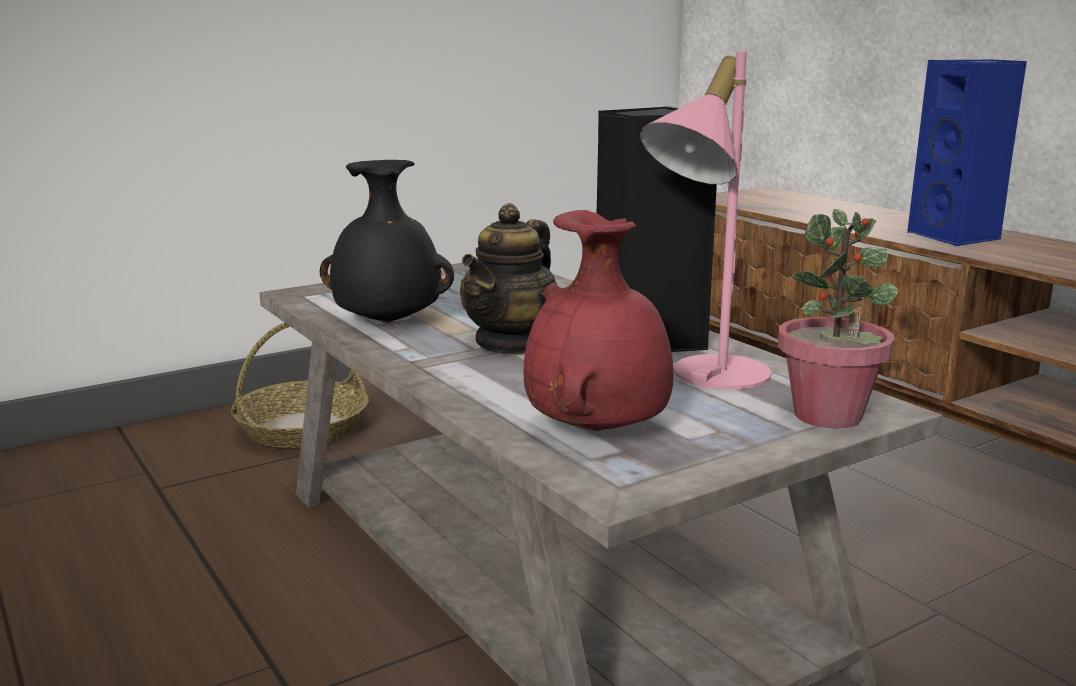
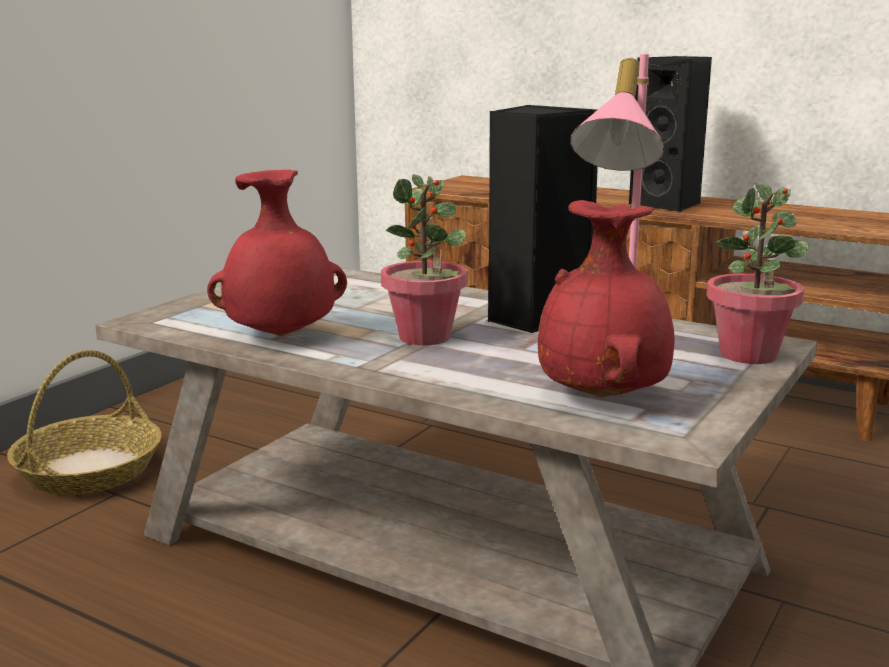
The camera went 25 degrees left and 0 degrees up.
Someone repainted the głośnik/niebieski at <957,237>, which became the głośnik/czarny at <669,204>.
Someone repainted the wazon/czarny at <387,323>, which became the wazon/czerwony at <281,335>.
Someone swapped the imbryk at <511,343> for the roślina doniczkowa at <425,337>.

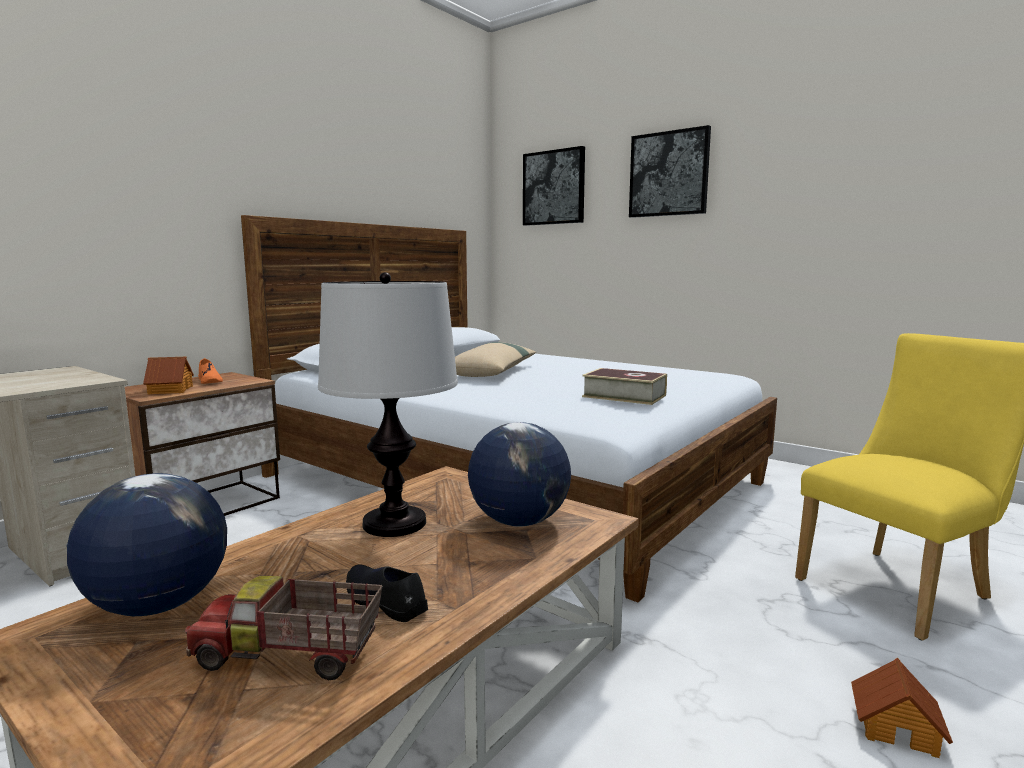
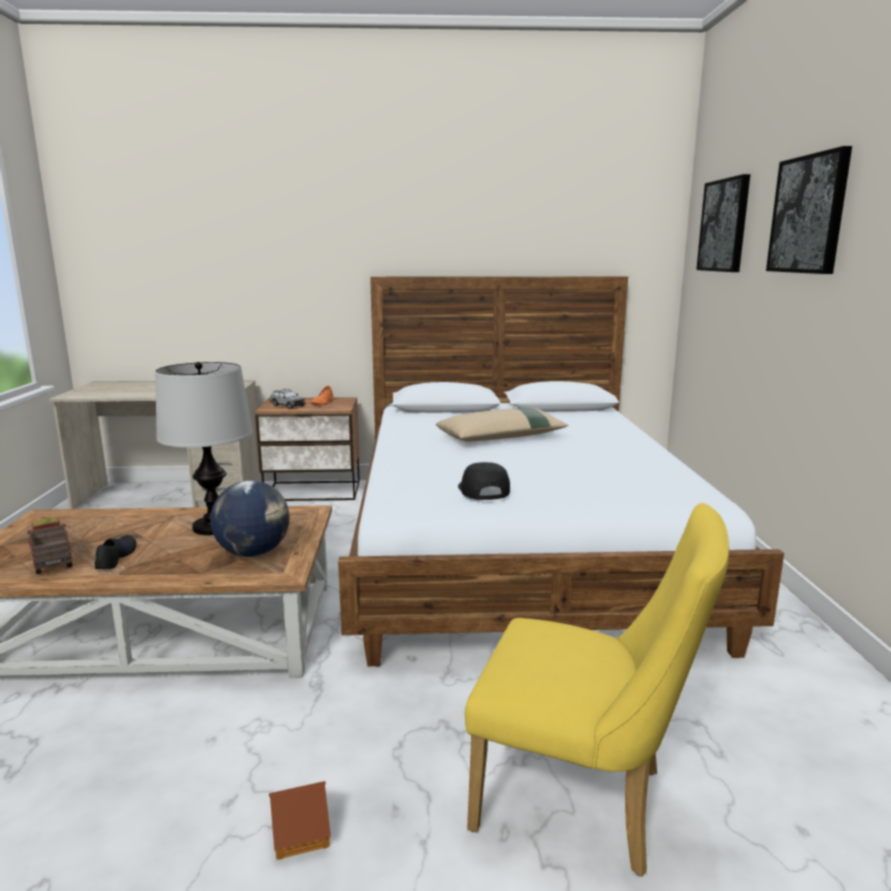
The camera went 50 degrees right and 5 degrees up.
Someone swapped the domek at <170,390> for the samochodzik/szary at <287,405>.
Someone swapped the książka at <624,396> for the czapka z daszkiem/czarny at <482,489>.
Someone took away the globus at <158,605>.

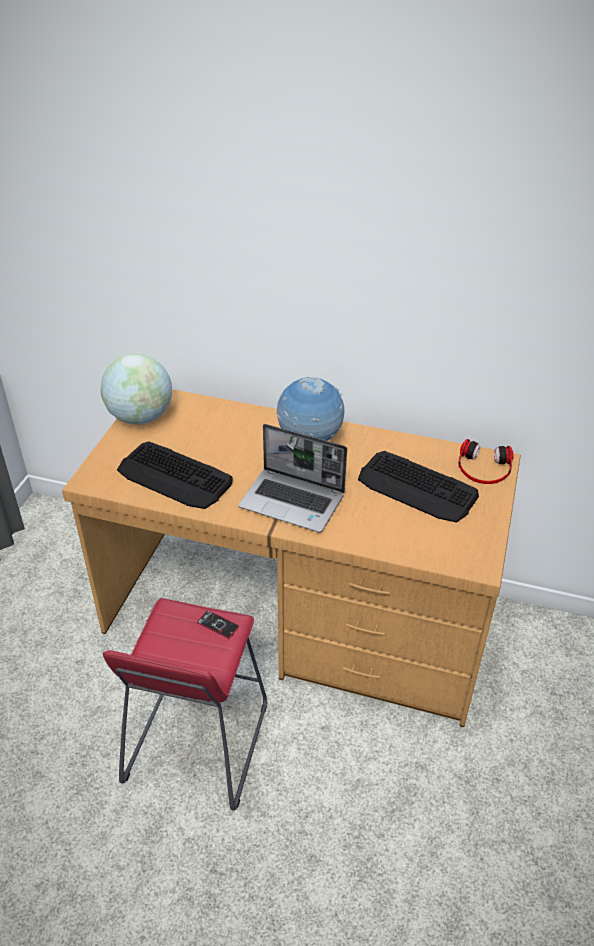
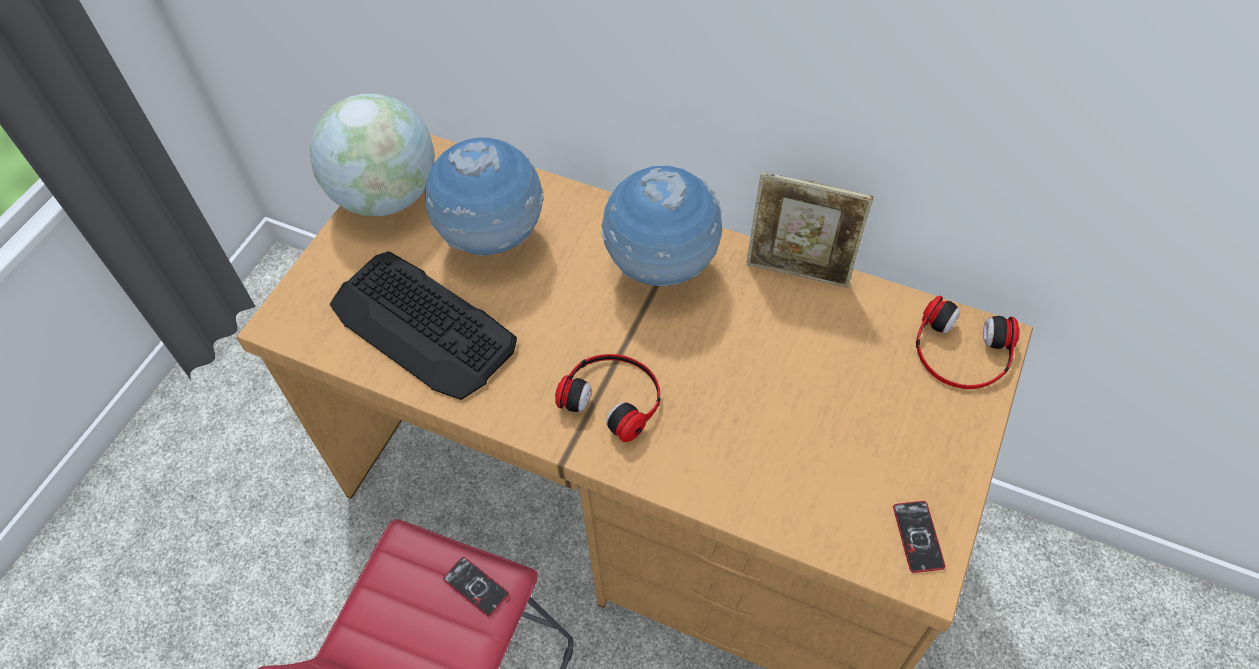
The camera went 10 degrees right and 15 degrees up.
Someone swapped the laptop at <293,501> for the słuchawki at <613,396>.
Someone took away the klawiatura at <417,488>.
Someone put down the globus at <493,238>.
Someone put down the ramka na zdjęcie at <799,271>.
Someone put down the telefon at <918,537>.

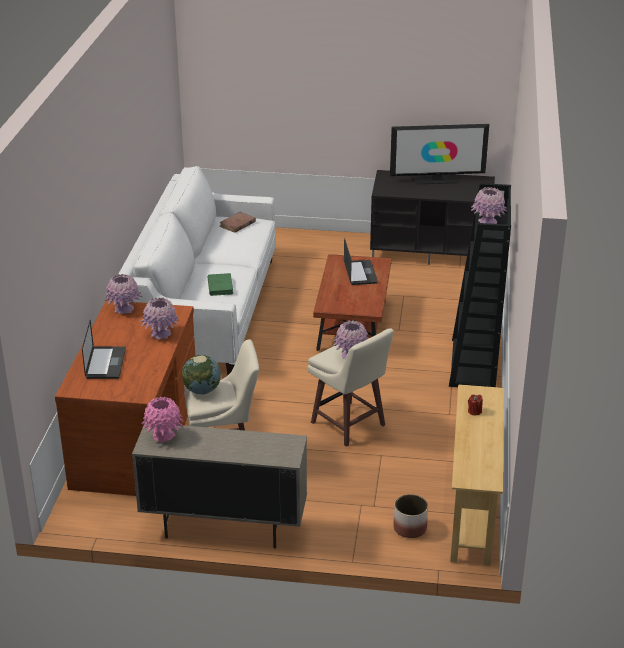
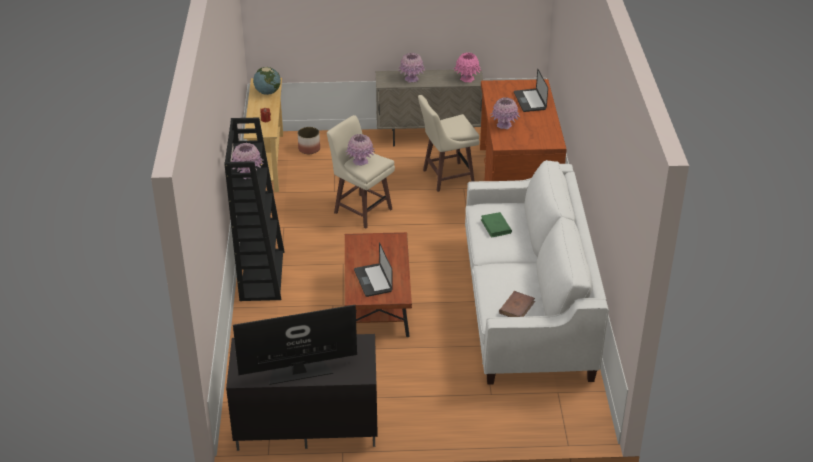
The camera went 170 degrees right and 5 degrees up.
Someone carried the wazon/różowy from <124,309> to <411,79>.
Someone carried the globus from <202,390> to <267,92>.

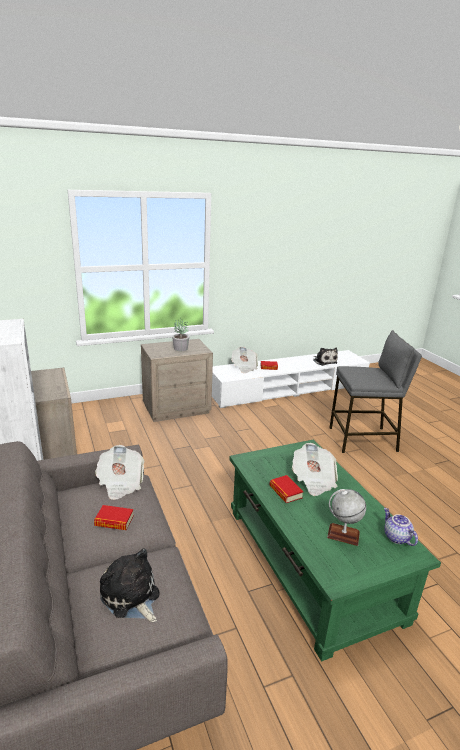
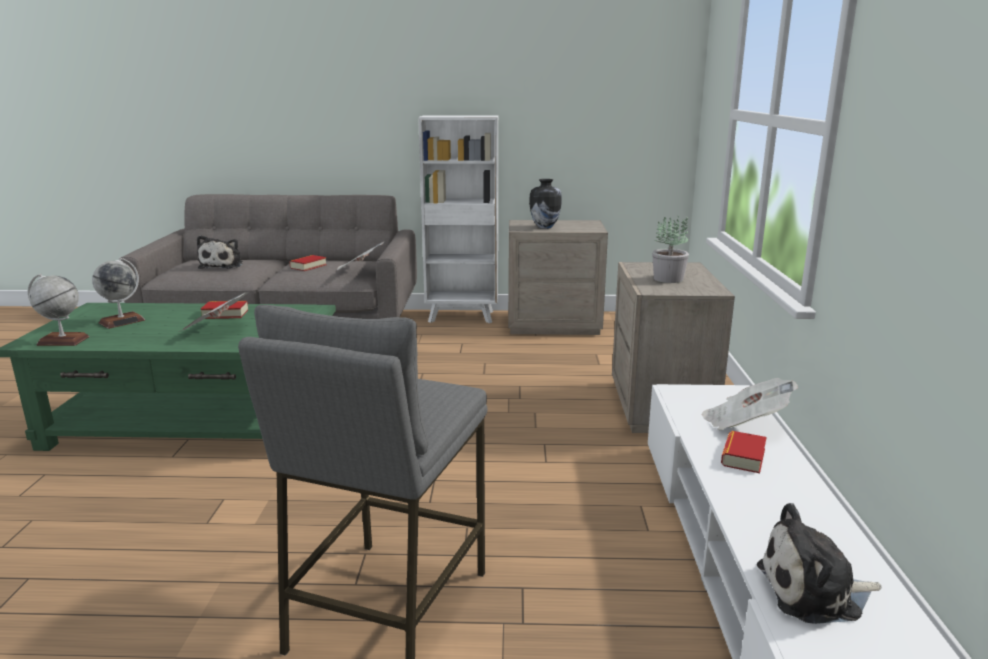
The camera went 115 degrees right and 5 degrees down.
Someone swapped the imbryk at <396,537> for the globus at <63,341>.
Someone rotated the pluszak at <131,597> by 105 degrees clockwise.
Someone put down the wazon at <544,227>.

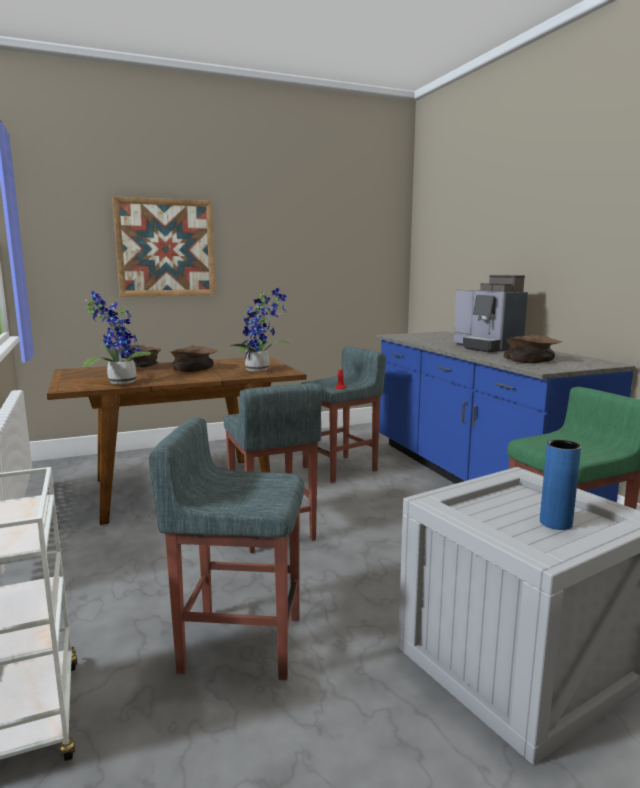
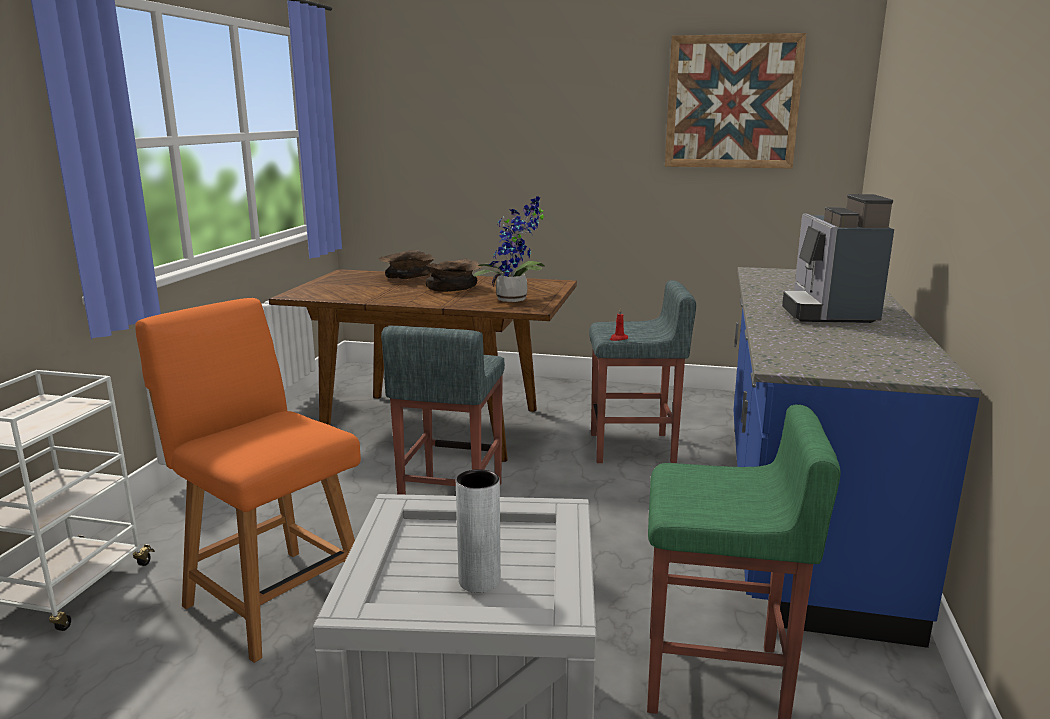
The camera went 35 degrees right and 5 degrees up.
Someone carried the obraz from <165,248> to <732,102>.
Someone took away the roślina doniczkowa at <119,382>.
Someone took away the miska/brązowy at <530,360>.
Someone swapped the stołek/szary at <240,643> for the krzesło/pomarańczowy at <272,598>.
Someone repainted the wazon/niebieski at <555,523>, which became the wazon/szary at <479,581>.

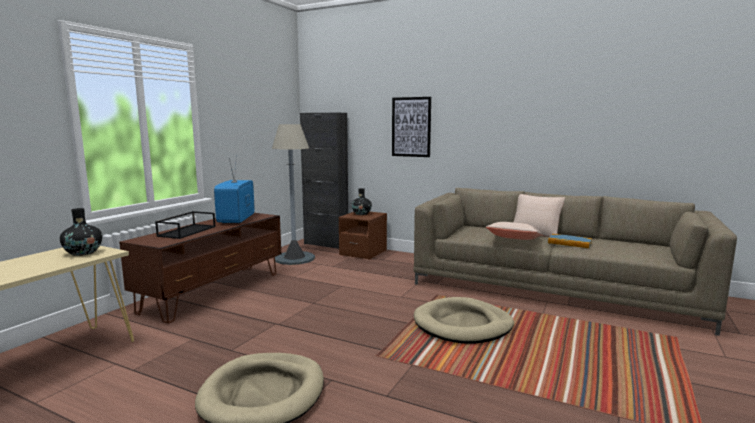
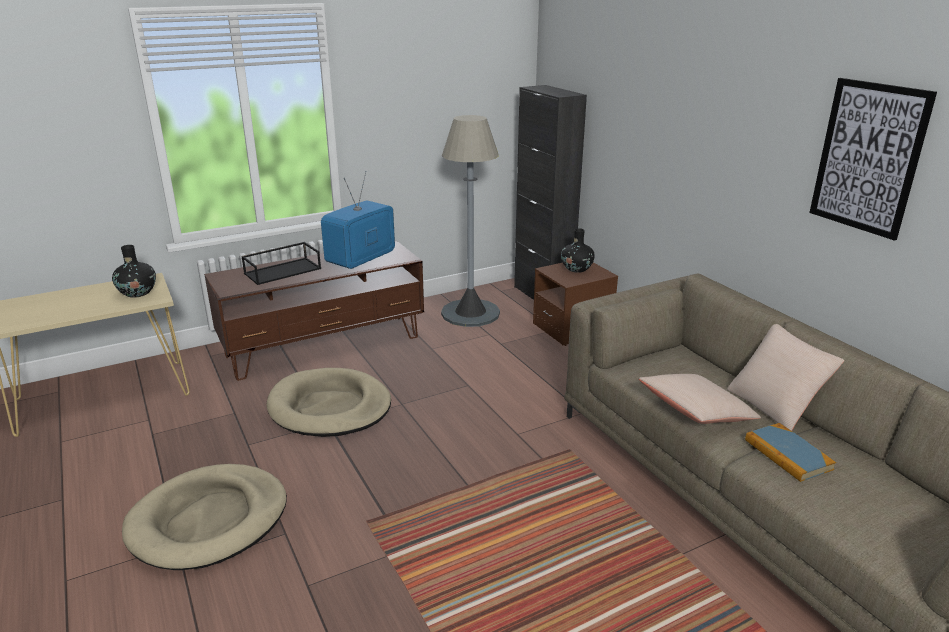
The camera went 35 degrees right and 15 degrees up.
Someone carried the obraz from <411,127> to <868,157>.
Someone carried the legowisko/beżowy from <463,325> to <330,407>.

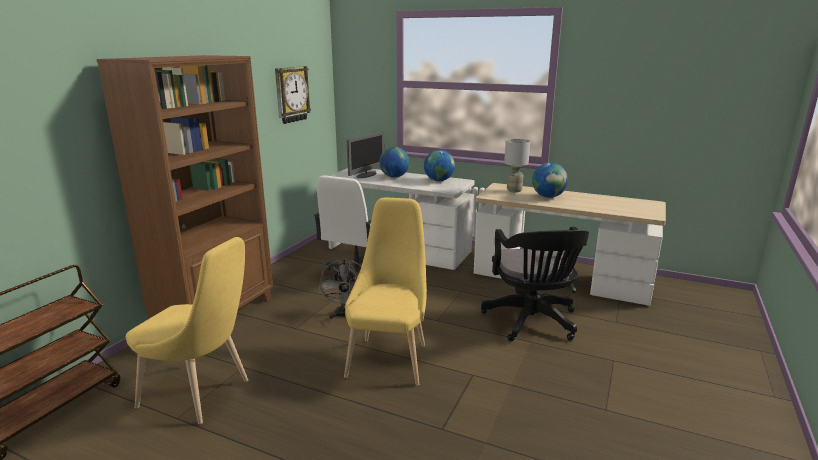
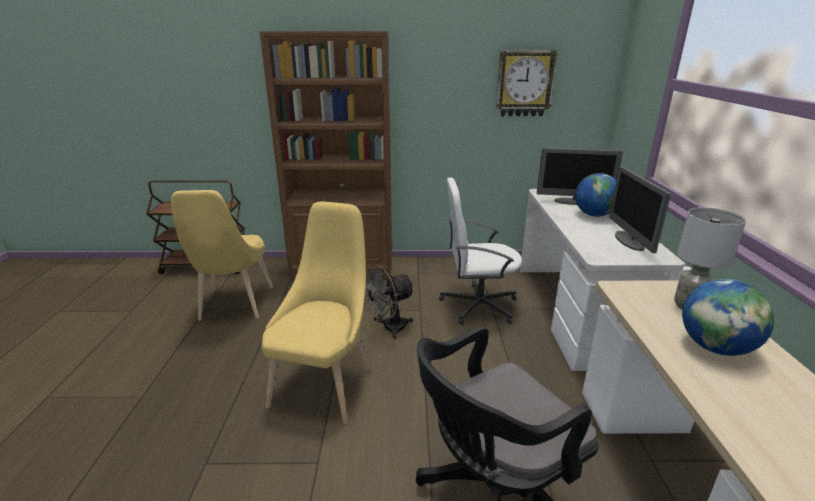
The camera went 65 degrees right and 5 degrees up.
Someone swapped the globus at <439,180> for the monitor at <629,241>.
Someone rotated the krzesło/żółty at <389,357> by 60 degrees counterclockwise.

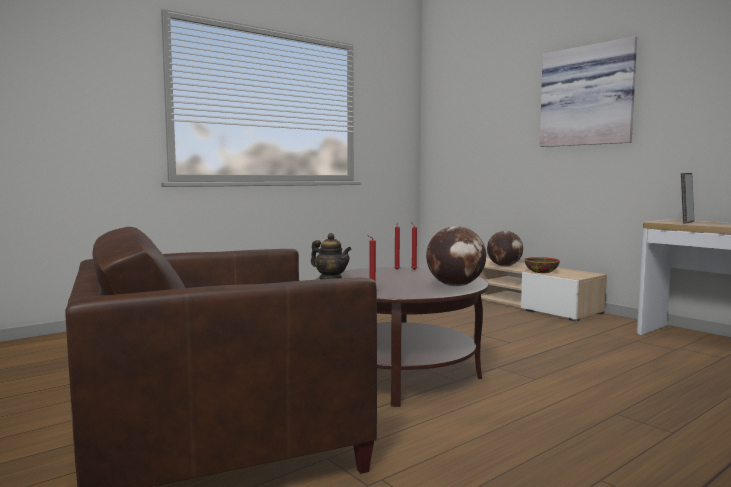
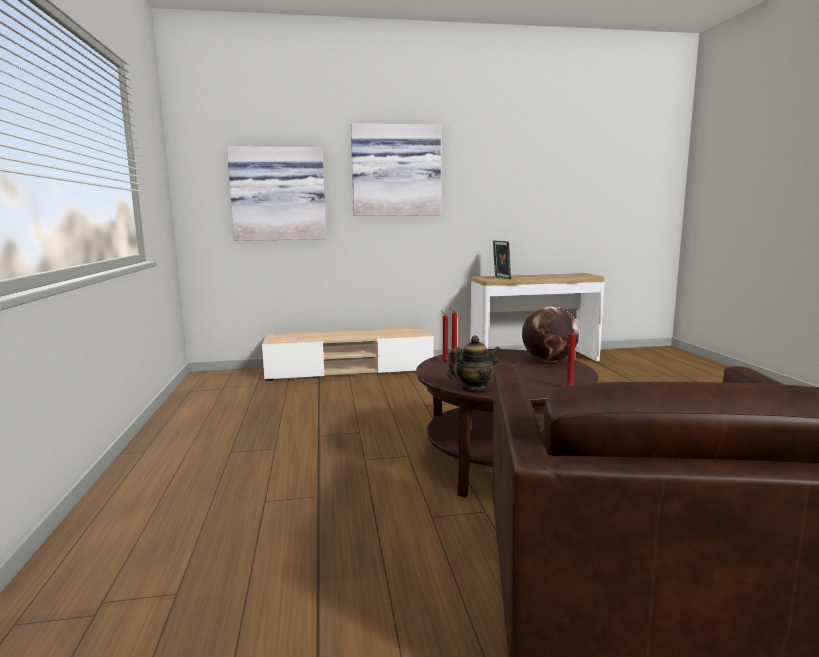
The camera went 60 degrees left and 5 degrees up.
Someone took away the globus at <504,266>.
Someone took away the miska at <541,271>.
Someone put up the obraz at <278,194>.

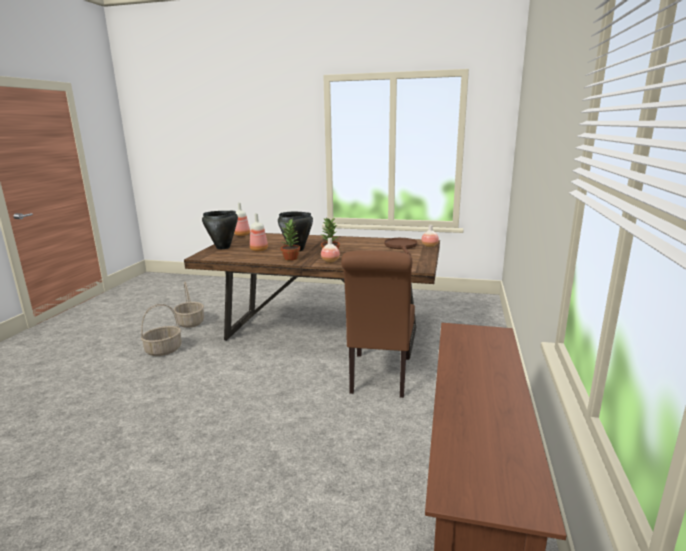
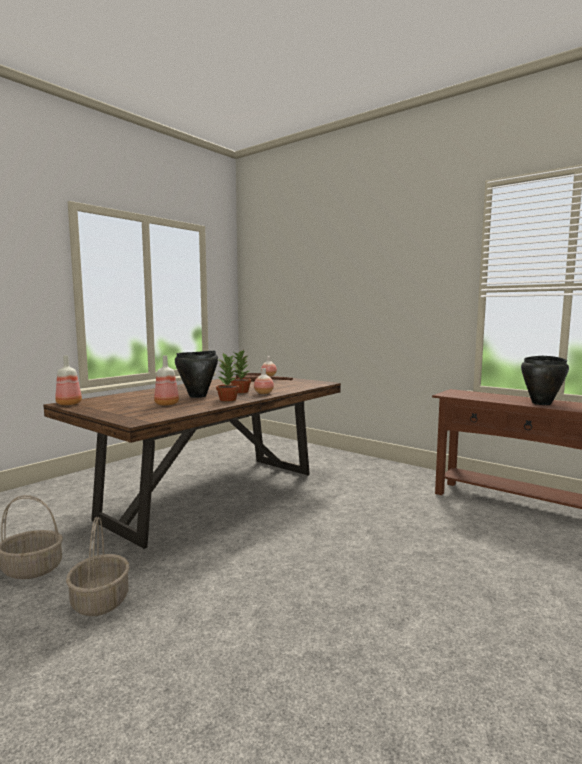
The camera went 65 degrees left and 10 degrees down.
Someone carried the garnek/czarny from <223,247> to <542,403>.
Someone took away the krzesło/brązowy at <379,377>.

